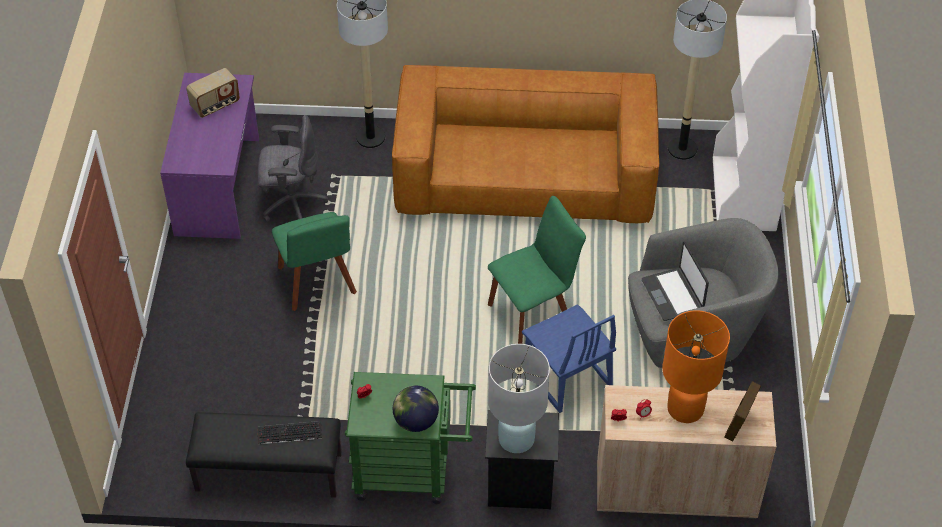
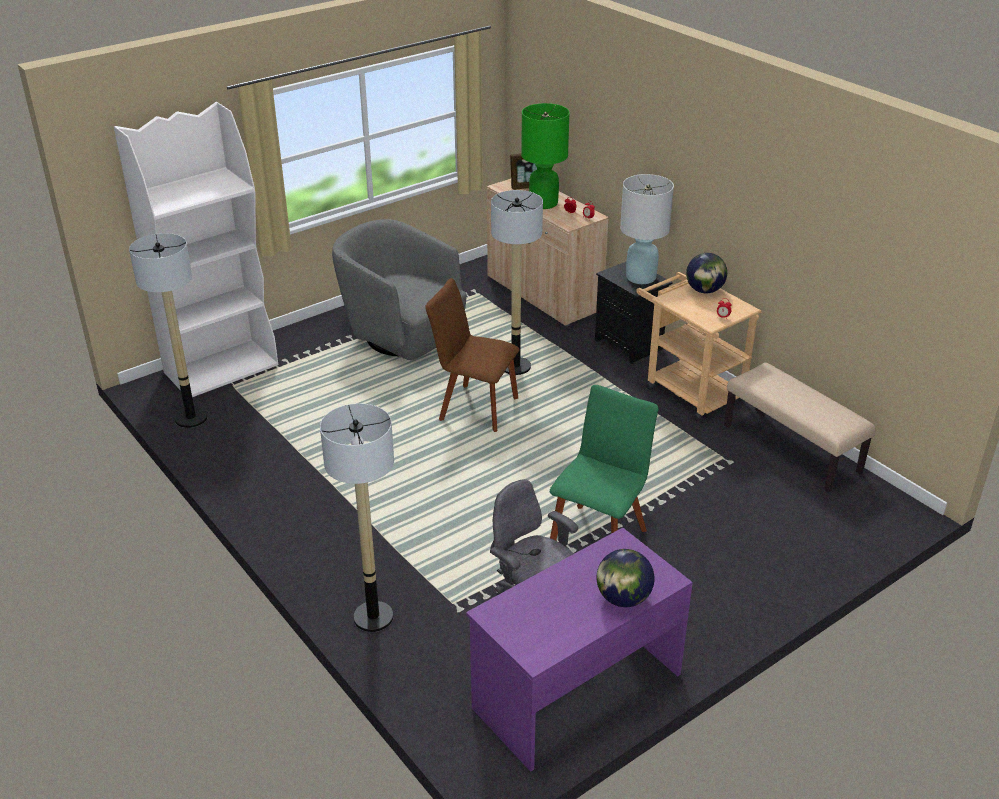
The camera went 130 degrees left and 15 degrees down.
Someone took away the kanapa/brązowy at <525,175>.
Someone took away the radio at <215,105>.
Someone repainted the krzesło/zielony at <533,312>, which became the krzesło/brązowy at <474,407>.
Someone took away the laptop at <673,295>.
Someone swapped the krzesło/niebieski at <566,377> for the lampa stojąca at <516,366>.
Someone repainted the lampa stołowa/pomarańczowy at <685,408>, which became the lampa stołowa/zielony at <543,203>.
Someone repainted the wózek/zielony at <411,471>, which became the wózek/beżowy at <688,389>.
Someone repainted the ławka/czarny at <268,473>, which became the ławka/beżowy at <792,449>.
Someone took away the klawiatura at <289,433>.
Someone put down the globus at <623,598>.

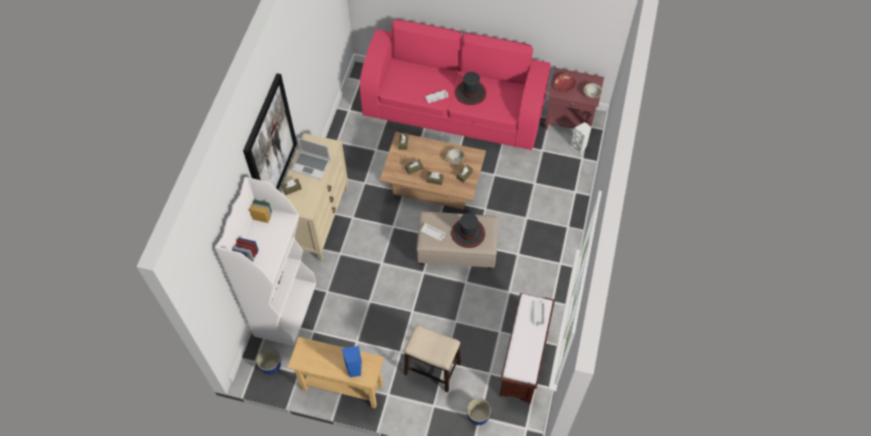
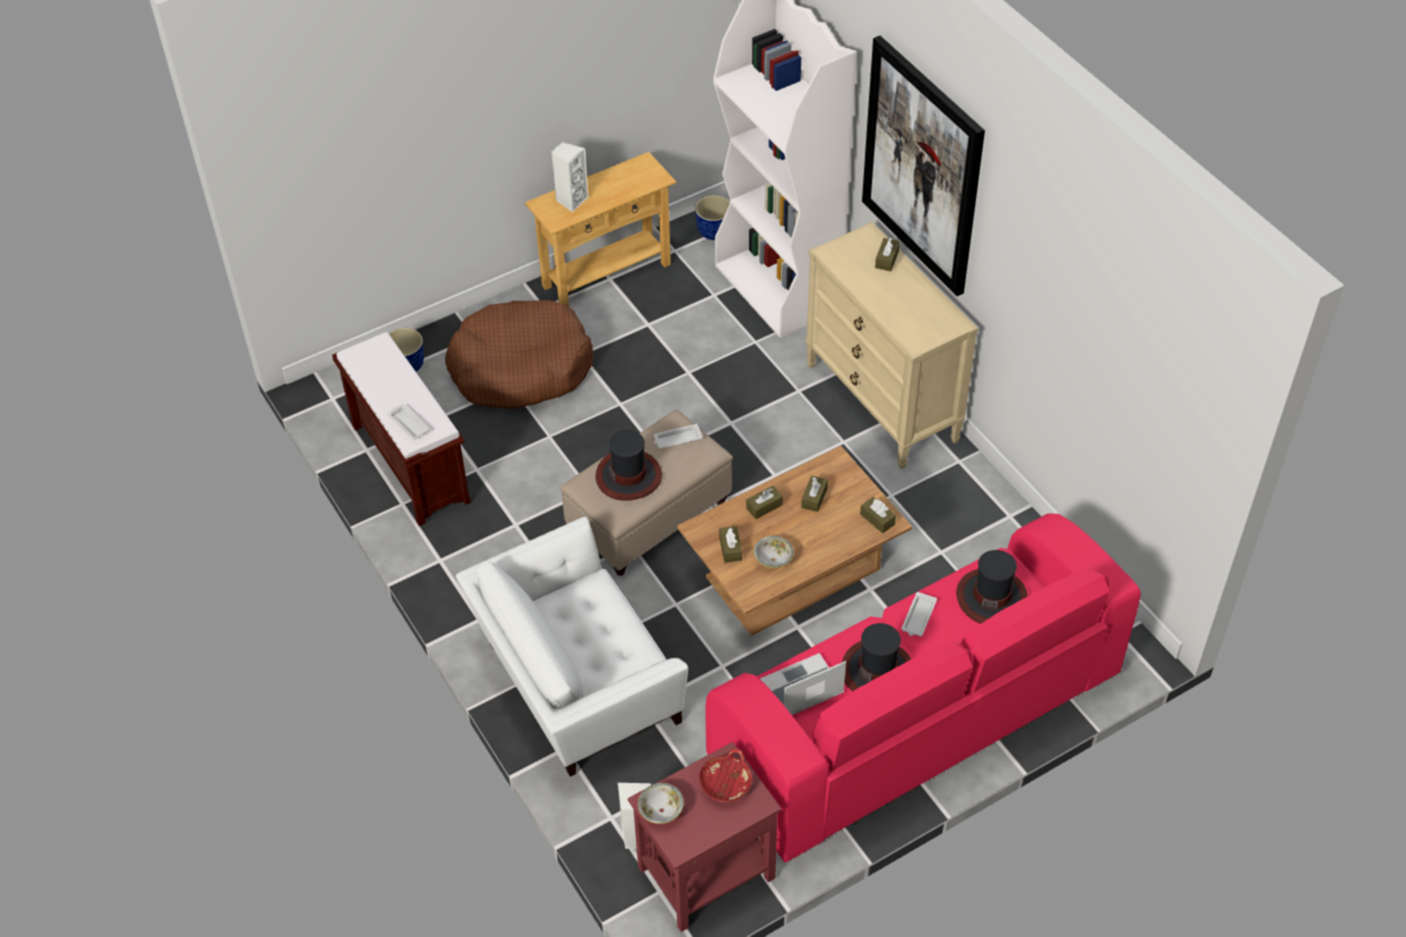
The camera went 135 degrees right and 10 degrees down.
Someone carried the laptop from <311,165> to <801,689>.
Someone swapped the stołek at <432,368> for the legowisko/brązowy at <520,368>.
Someone repainted the głośnik/niebieski at <354,369>, which became the głośnik/biały at <571,200>.
Someone put down the fotel/biały at <576,685>.
Someone put down the kapelusz at <991,597>.

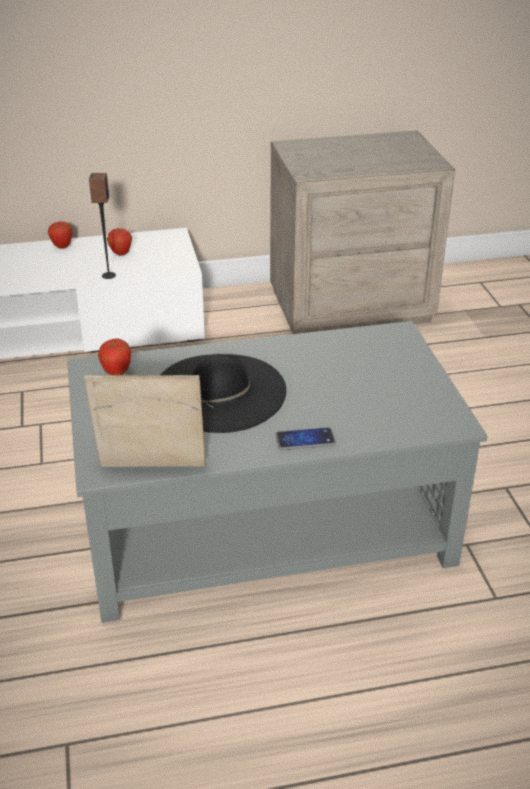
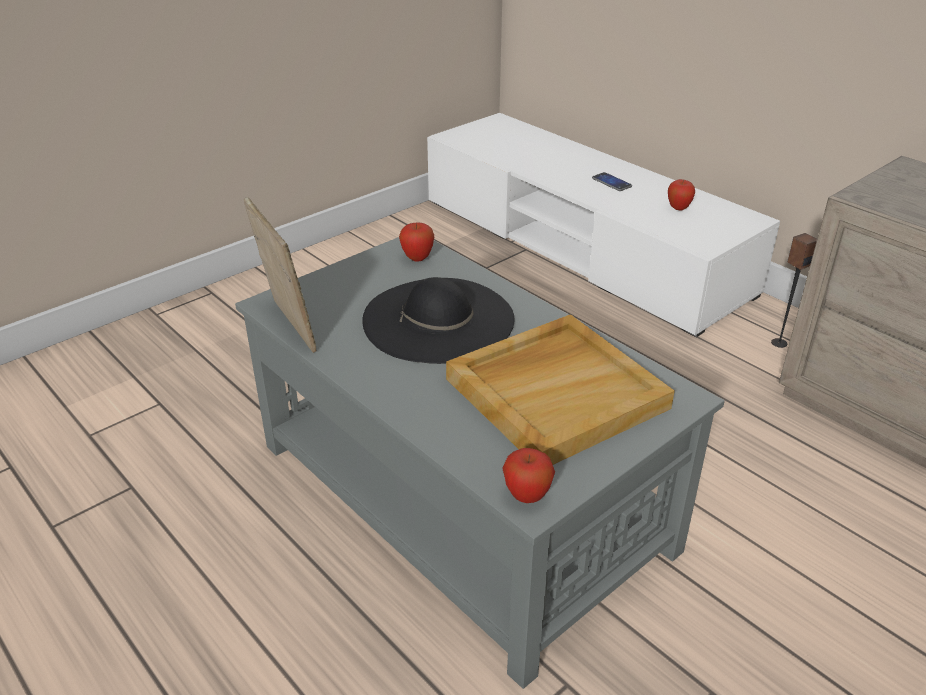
The camera went 60 degrees right and 0 degrees up.
Someone carried the głośnik from <108,275> to <779,343>.
Someone carried the jabłko from <62,246> to <527,496>.
Someone carried the telefon from <305,440> to <611,182>.
Someone put down the taca/beżowy at <556,392>.

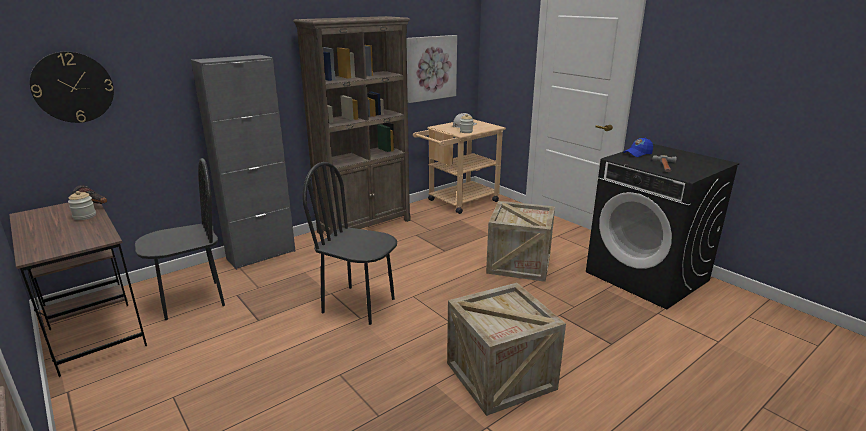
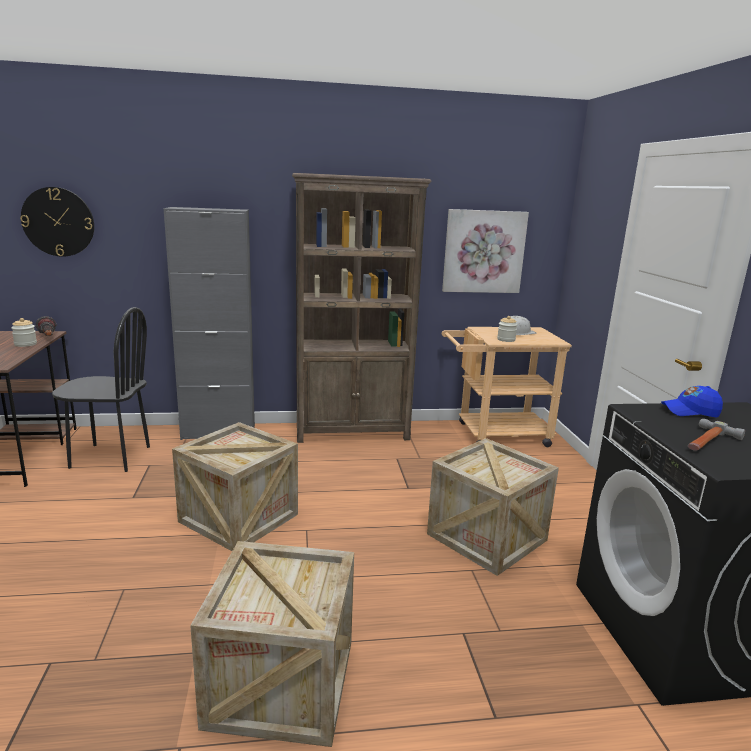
The camera went 30 degrees right and 5 degrees down.
Someone swapped the krzesło/czarny at <359,305> for the skrzynka at <239,518>.

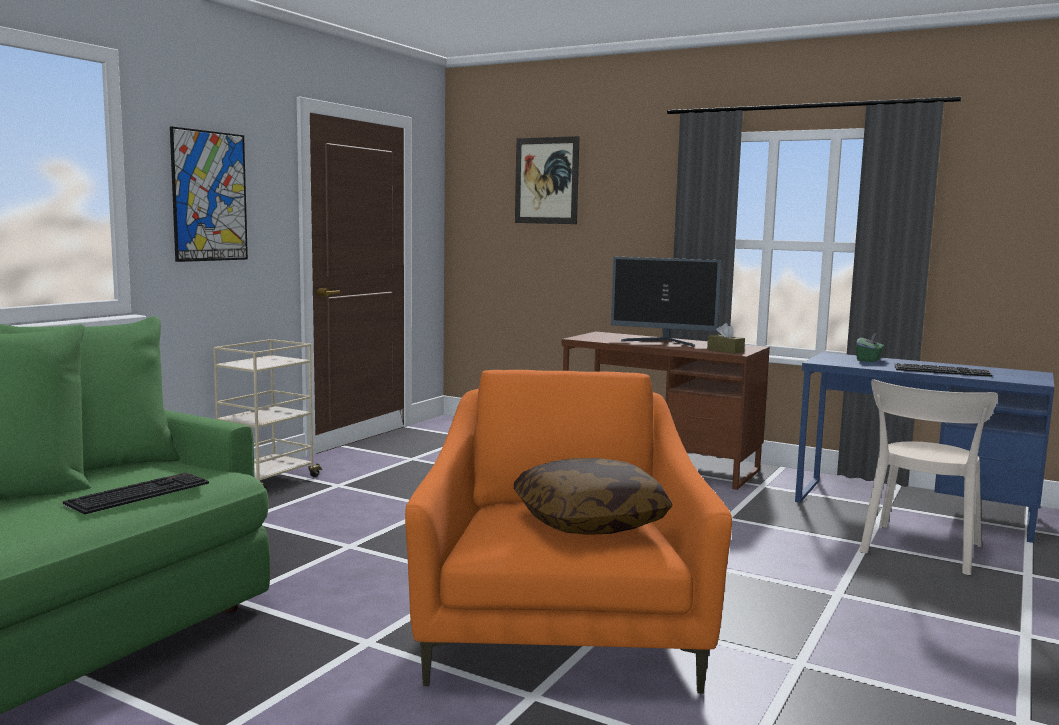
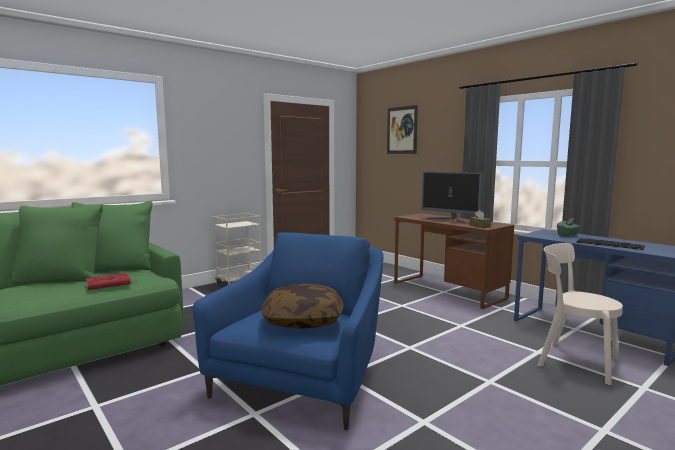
The camera went 20 degrees right and 0 degrees up.
Someone took away the obraz at <209,196>.
Someone repainted the fotel/pomarańczowy at <560,629>, which became the fotel/niebieski at <304,378>.
Someone rotated the krzesło/beżowy at <920,551> by 75 degrees clockwise.
Someone swapped the klawiatura at <139,493> for the książka/czerwony at <109,284>.

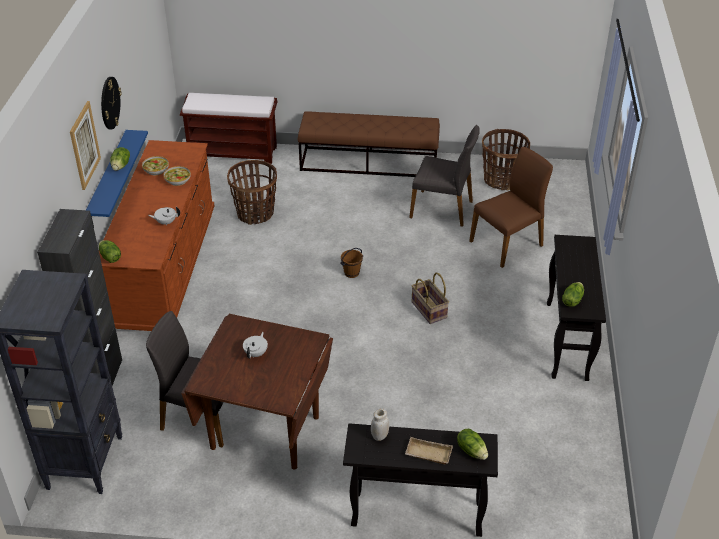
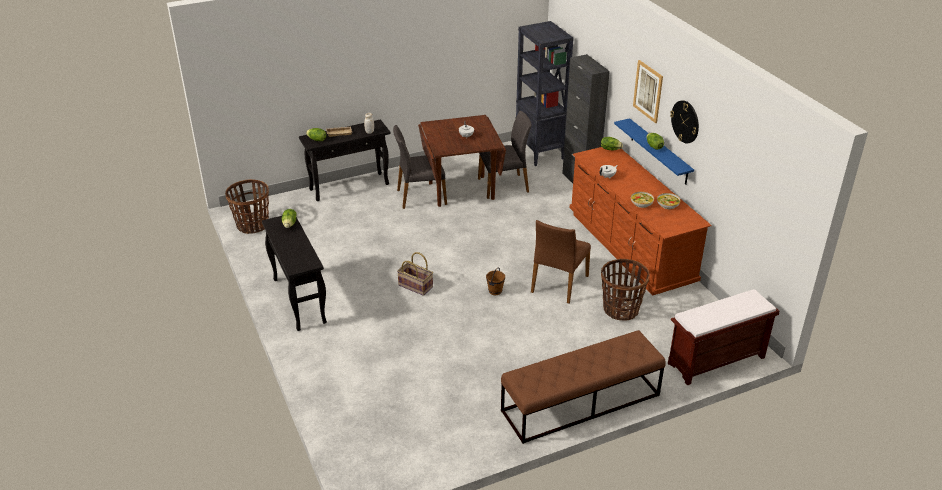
The camera went 150 degrees right and 5 degrees down.
Someone carried the krzesło/szary from <442,209> to <420,196>.
Someone carried the koszyk from <501,180> to <252,225>.
Someone carried the krzesło/brązowy from <507,243> to <558,284>.

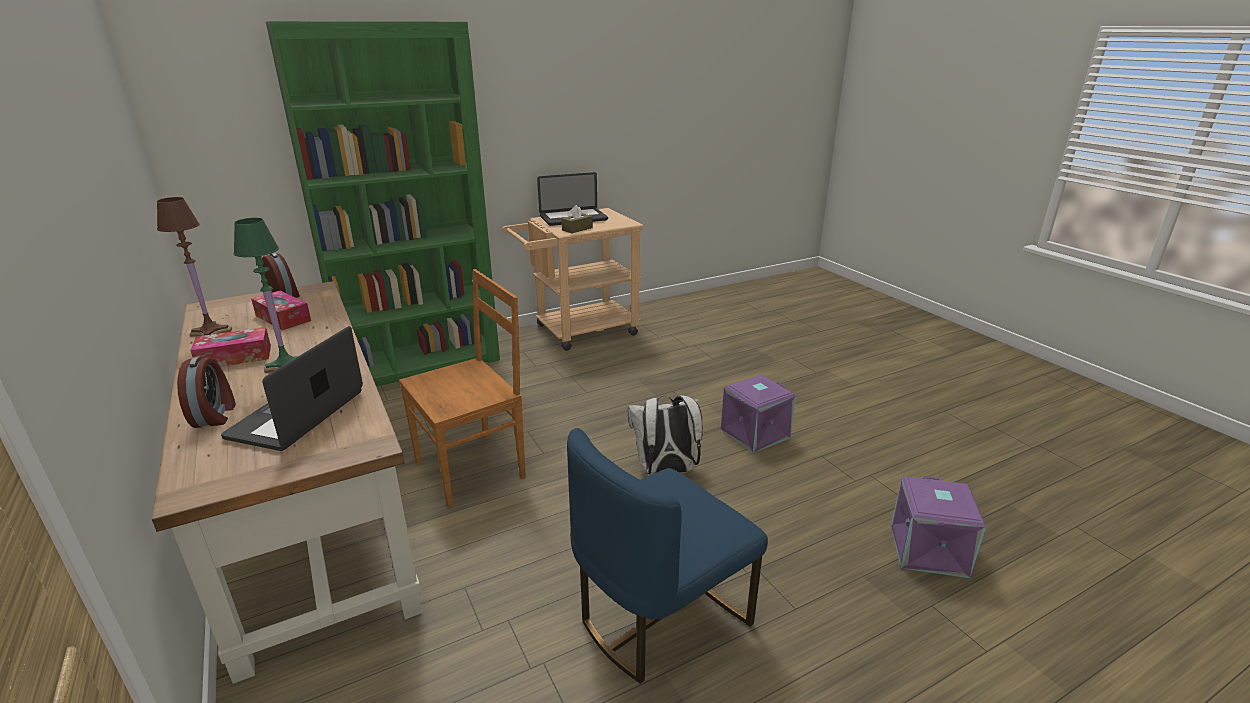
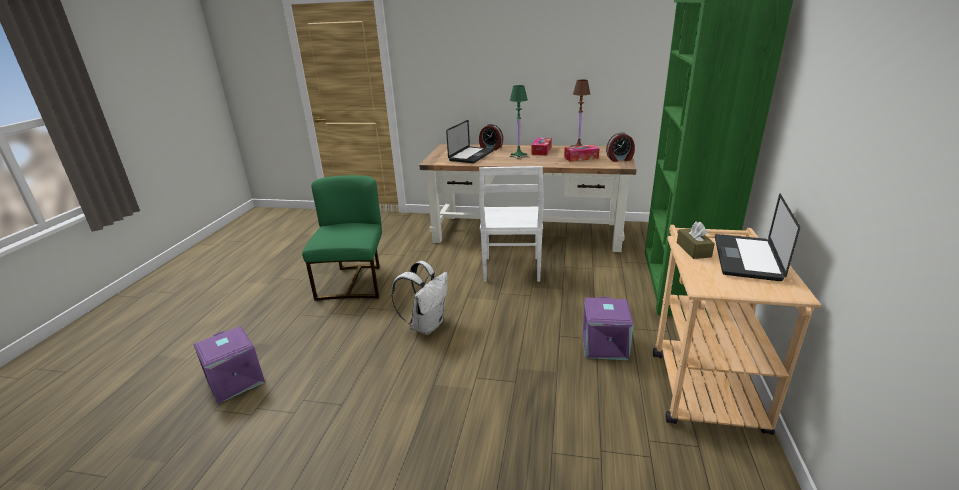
The camera went 130 degrees right and 0 degrees up.
Someone repainted the krzesło/brązowy at <473,468>, which became the krzesło/biały at <511,270>.
Someone rotated the laptop at <297,414> by 60 degrees clockwise.
Someone carried the pojemnik do przechowywania/fioletowy from <754,433> to <605,345>.
Someone repainted the krzesło/niebieski at <659,616>, which became the krzesło/zielony at <354,282>.

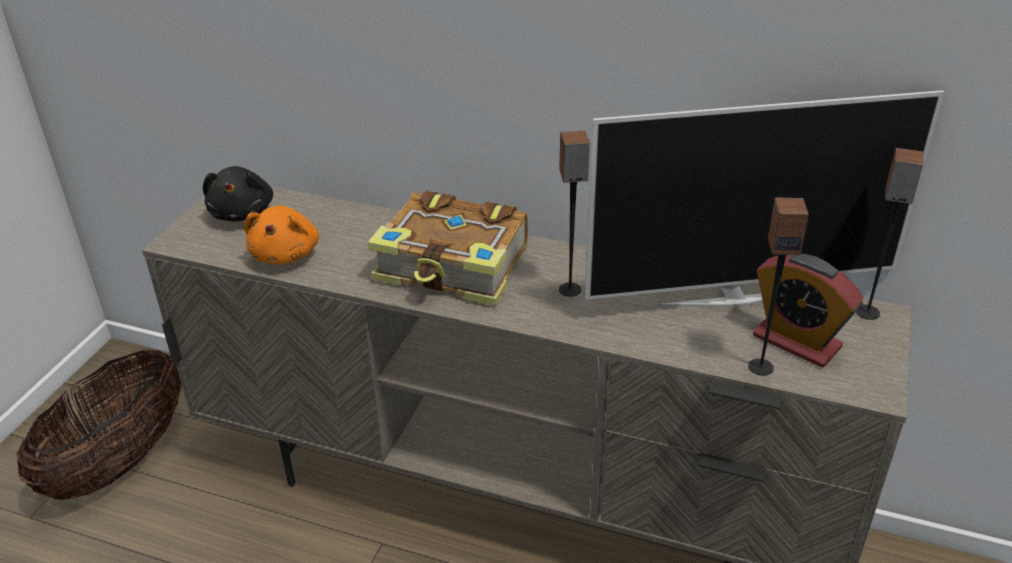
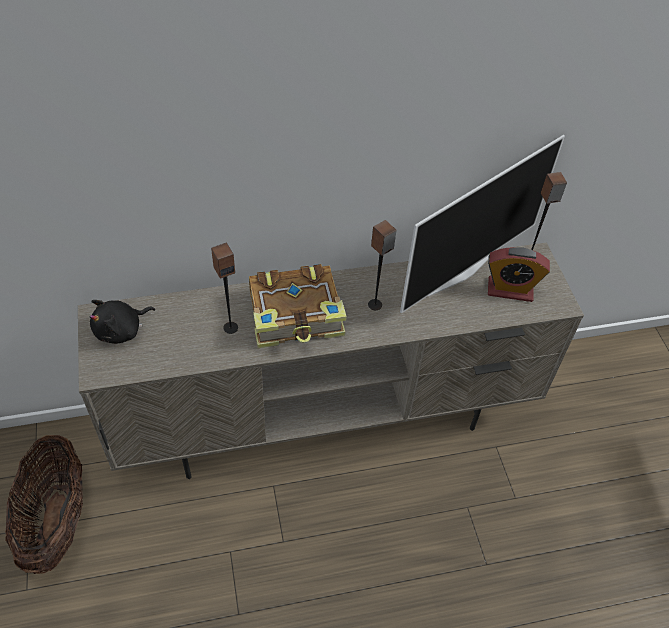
The camera went 35 degrees left and 15 degrees up.
Someone rotated the pluszak/czarny at <243,212> by 90 degrees clockwise.
Someone carried the głośnik from <760,367> to <230,327>.
Someone took away the pluszak/pomarańczowy at <286,254>.

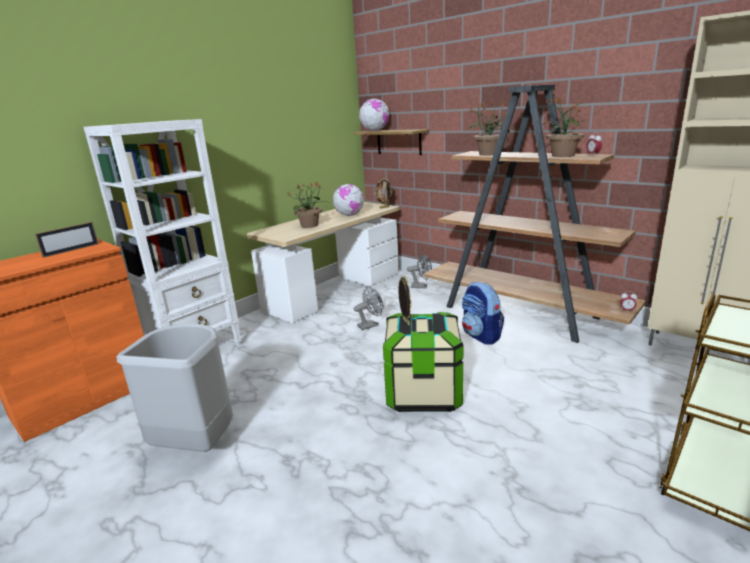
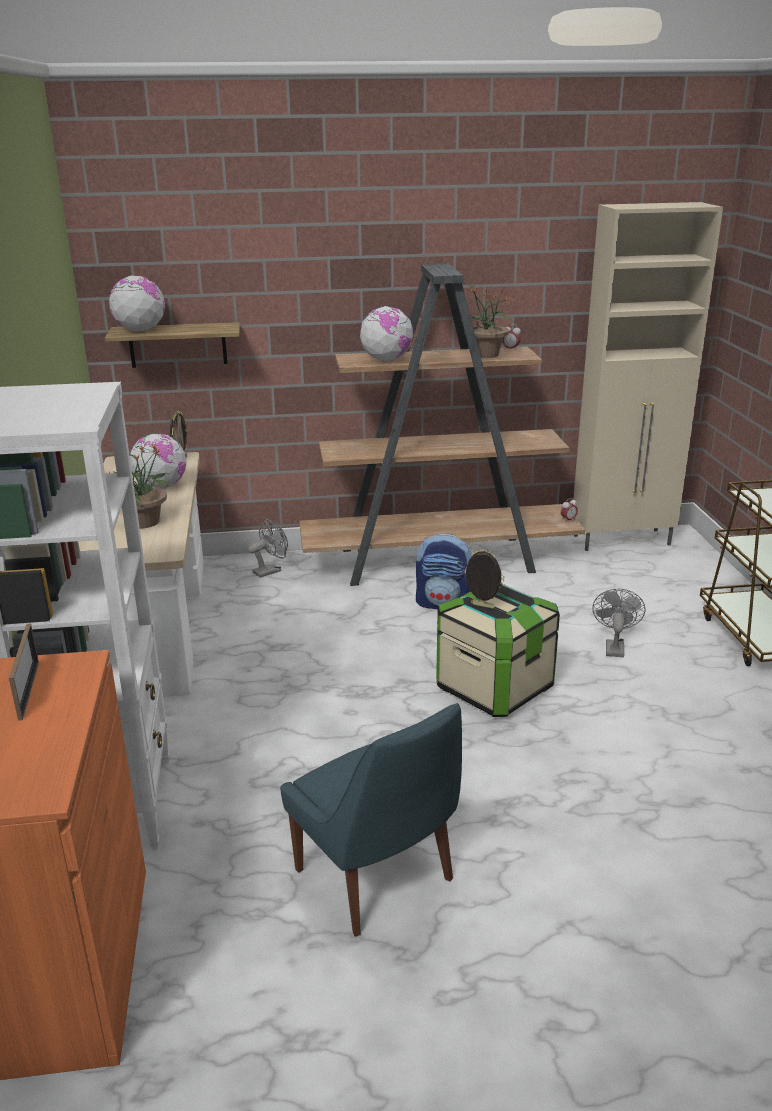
The camera went 50 degrees left and 5 degrees up.
Someone swapped the roślina doniczkowa at <488,154> for the globus at <386,360>.
Someone carried the wentylator/szary from <370,325> to <614,647>.
Someone swapped the kosz na śmieci/szary at <197,445> for the krzesło/niebieski at <377,878>.

